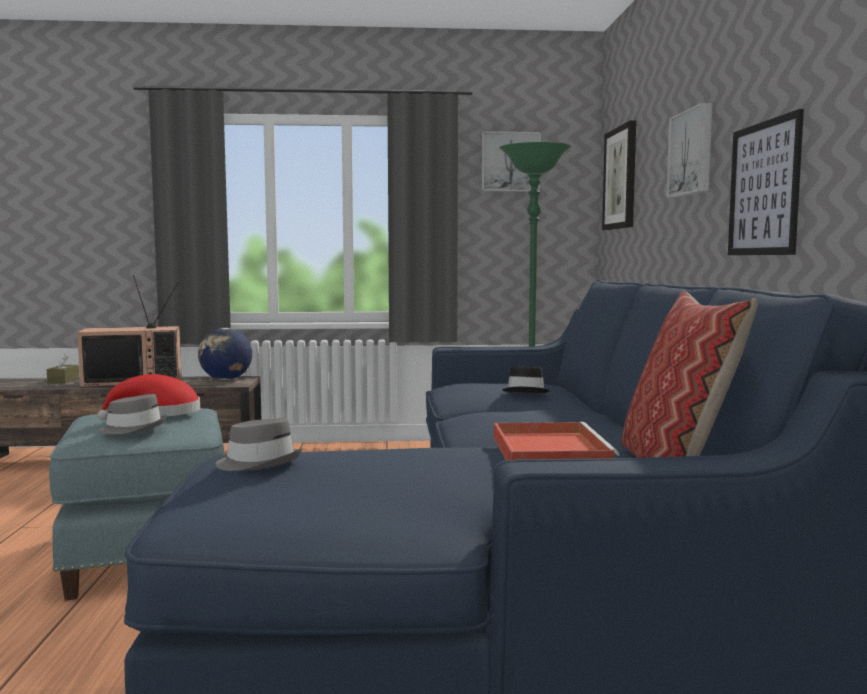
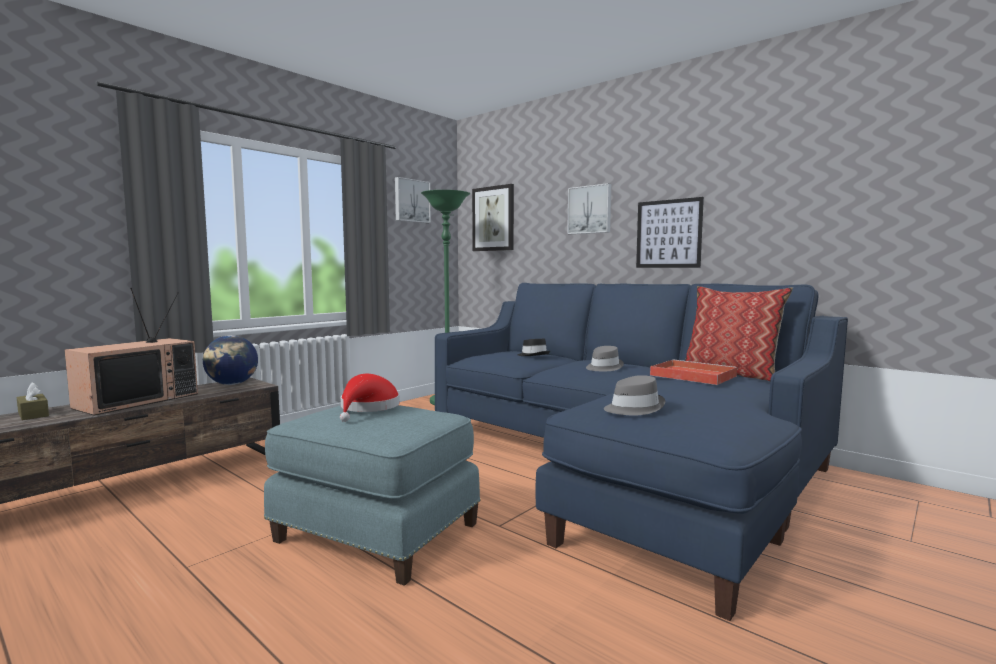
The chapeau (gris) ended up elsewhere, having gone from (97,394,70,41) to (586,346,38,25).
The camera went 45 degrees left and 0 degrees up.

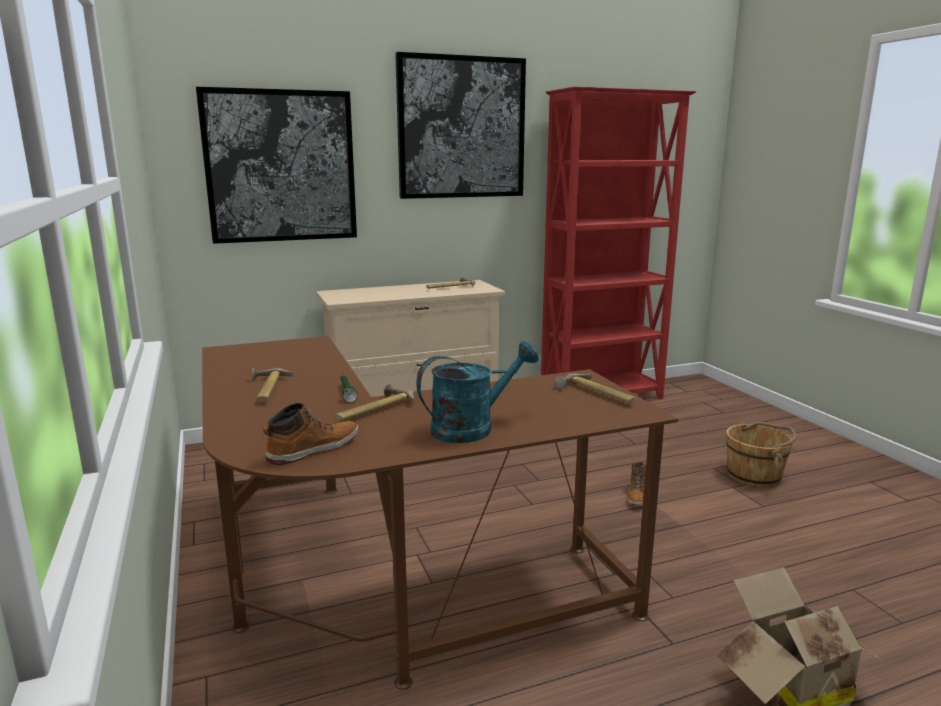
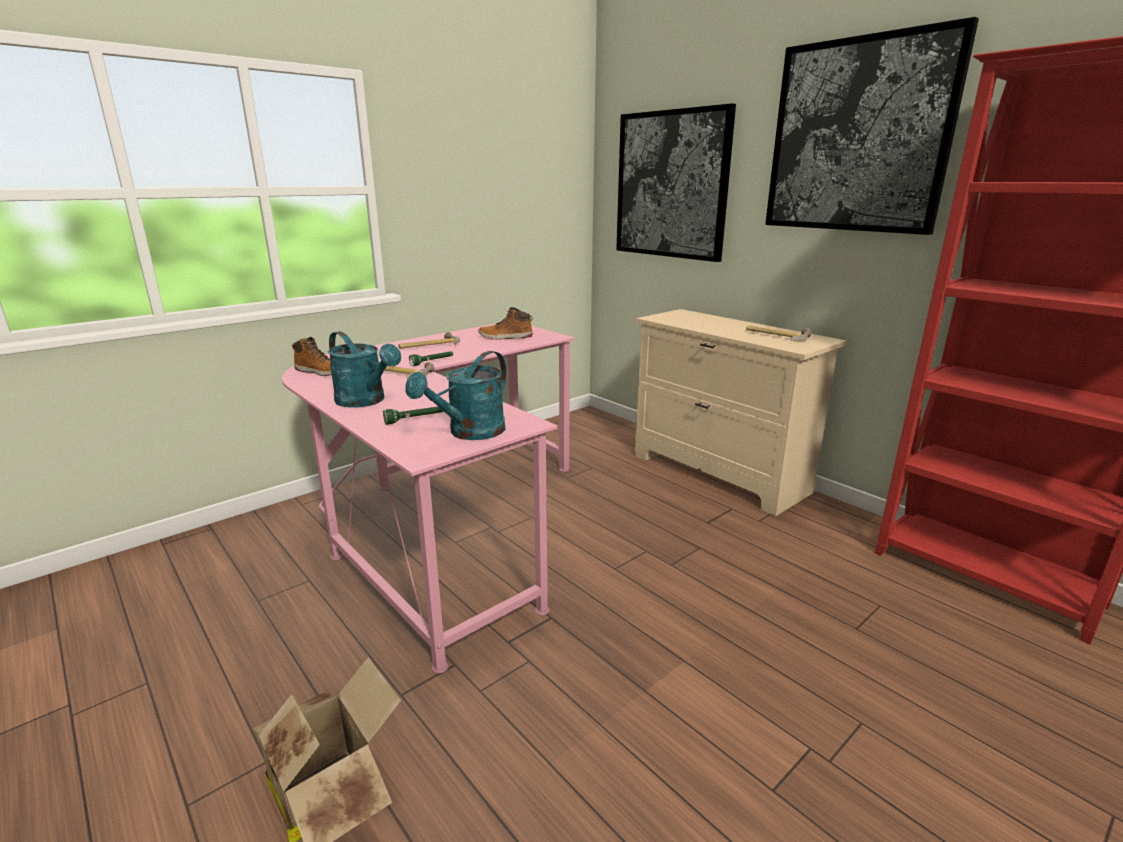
What was the bureau (marron) at (202,336,476,354) turned into the bureau (rose) at (282,324,293,349).
Where the marteau stood at (555,373,81,31), the arrosoir (turquoise) came to stand at (405,351,101,89).
The botte ended up elsewhere, having gone from (628,462,18,44) to (478,307,55,33).
The second view lost the seau (marron) at (726,422,71,66).
The second view gained the lampe de poche (vert) at (383,407,61,18).
The camera went 70 degrees right and 5 degrees up.

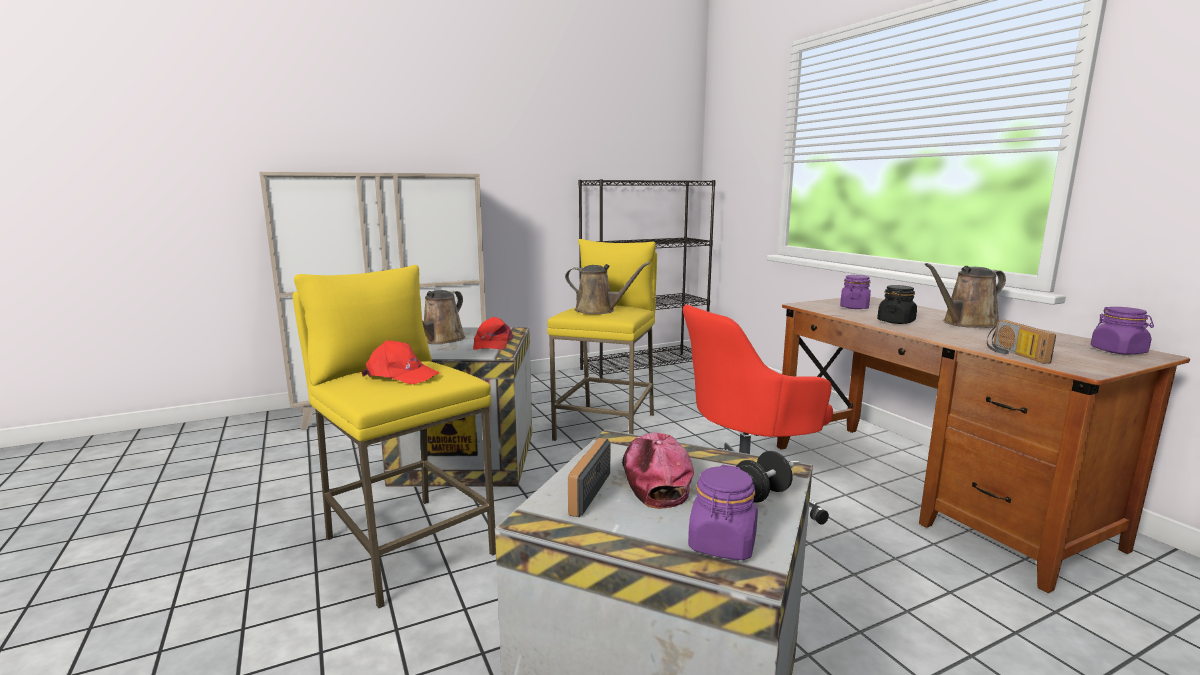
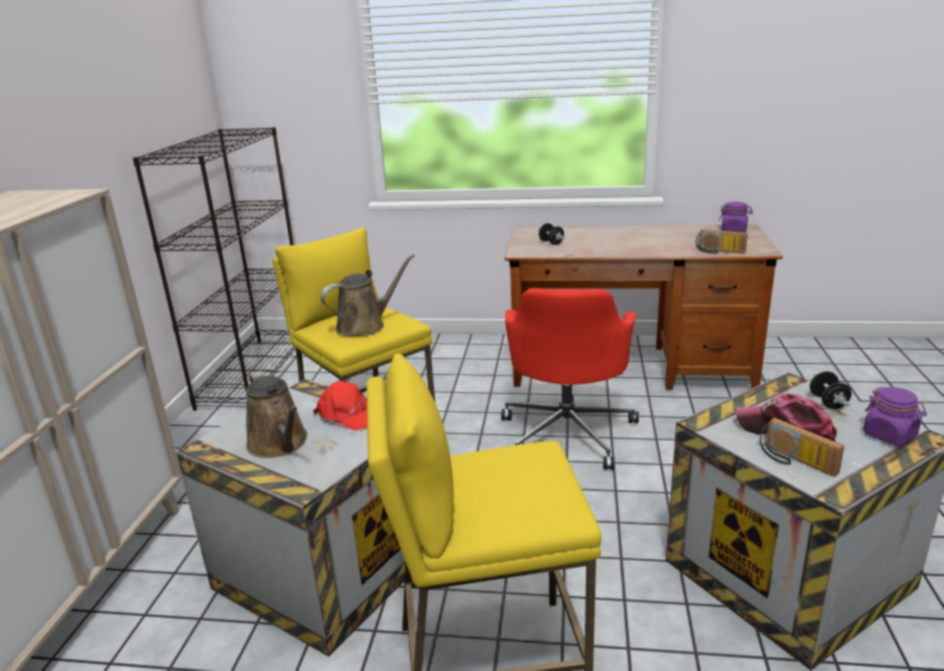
The second view lost the casquette (rouge) at (362,340,78,45).
Where the bocal (violet) stood at (840,275,31,34), the haltère (noir) came to stand at (538,223,28,22).
The second view lost the bocal (noir) at (877,285,40,39).
The second view lost the arrosoir (marron) at (925,263,81,65).
The camera went 55 degrees left and 10 degrees up.

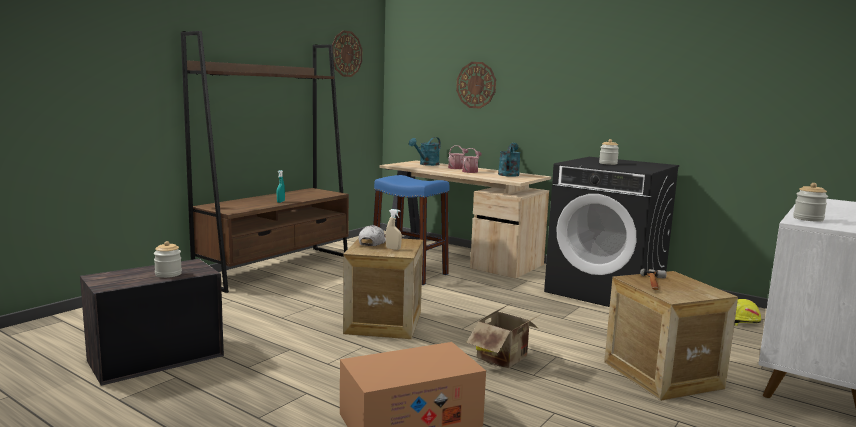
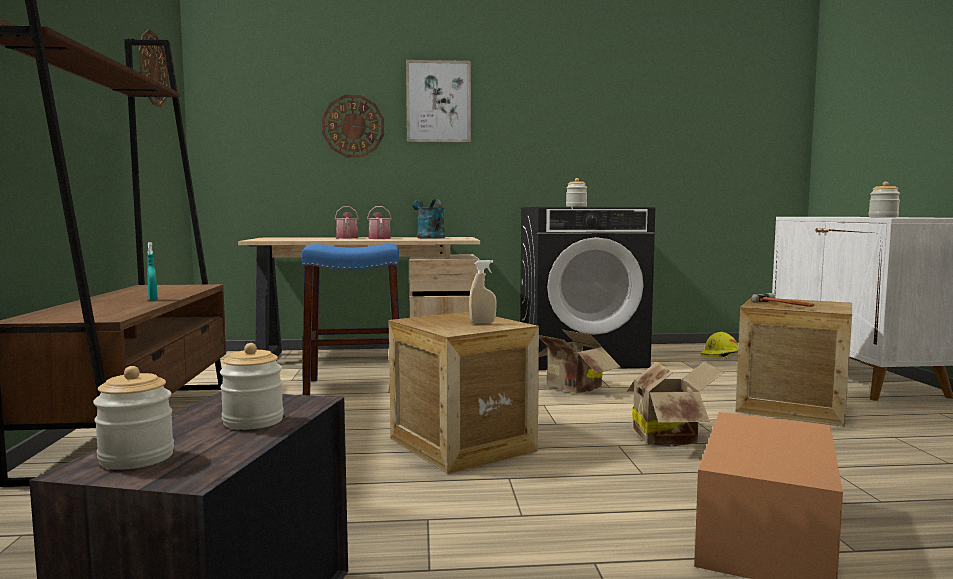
The second view lost the casquette (blanc) at (358,226,28,20).
The second view lost the arrosoir (turquoise) at (409,137,32,29).
The second view gained the bocal at (93,366,81,104).
The second view gained the tableau at (406,60,65,83).
The second view gained the carton at (539,330,82,63).
The camera went 40 degrees left and 5 degrees down.

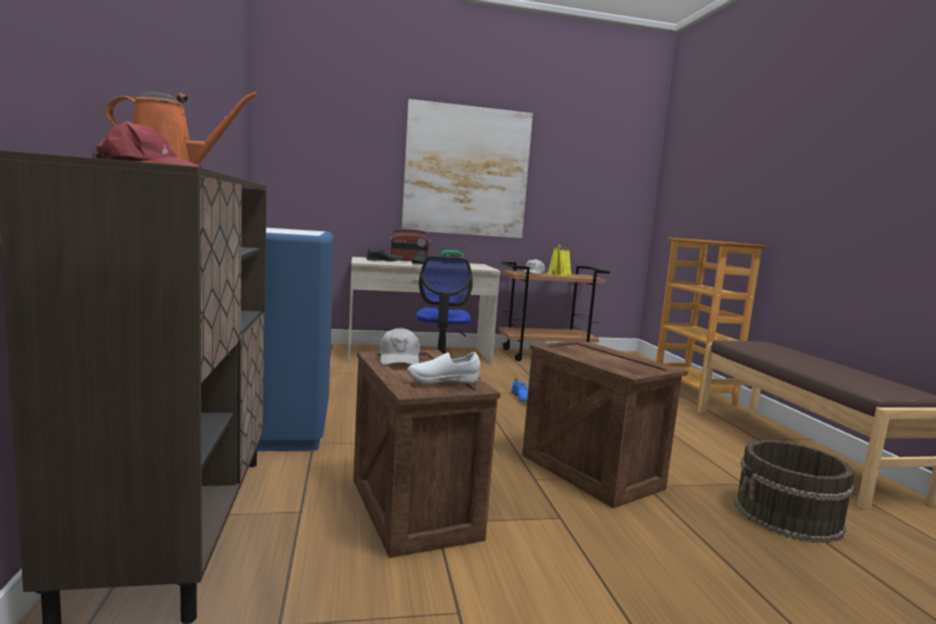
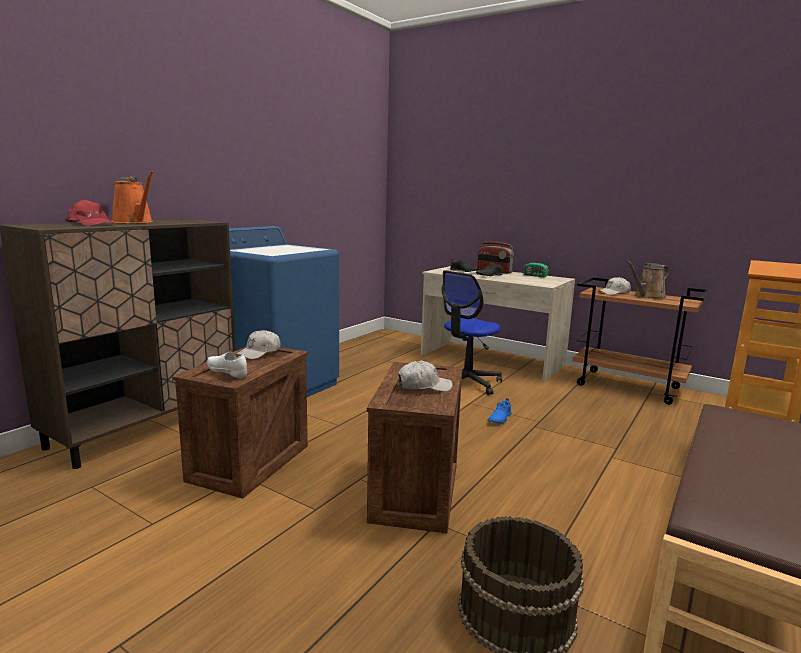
The second view lost the tableau at (402,99,131,139).
What was the arrosoir (jaune) at (547,243,24,33) turned into the arrosoir (marron) at (627,261,42,38).
The second view gained the casquette (blanc) at (398,360,55,32).
The camera went 45 degrees right and 5 degrees up.

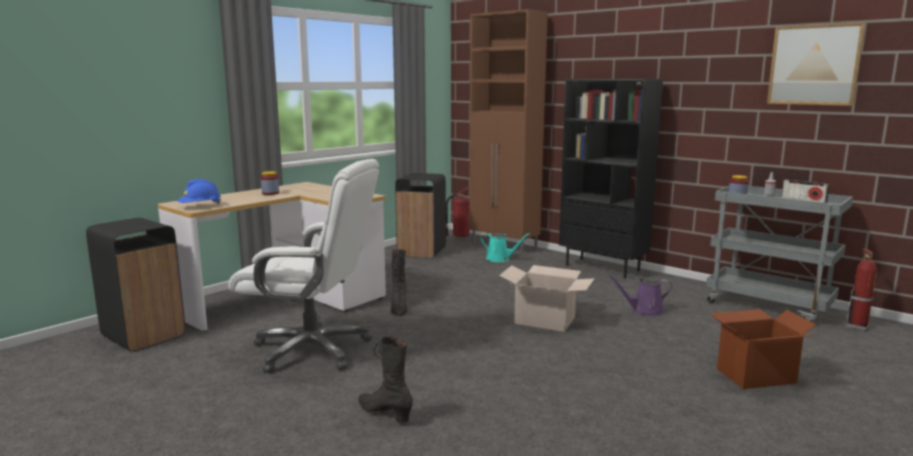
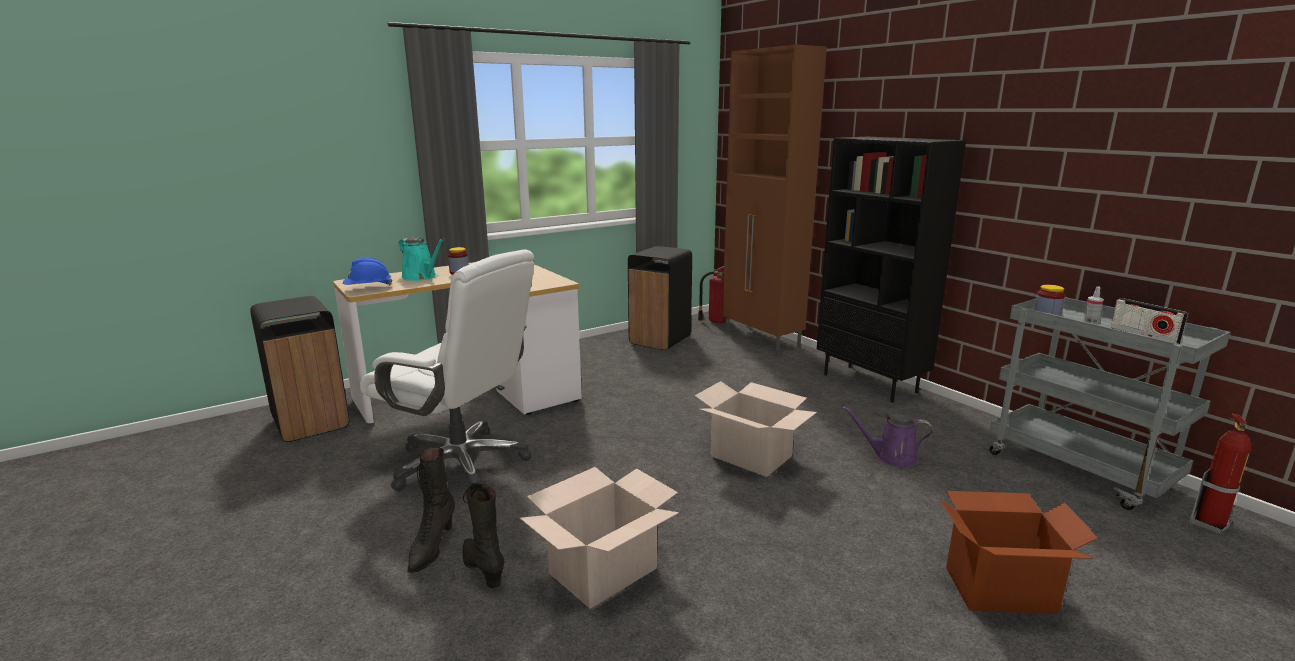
The botte (noir) ended up elsewhere, having gone from (391,249,16,67) to (407,448,48,125).
The arrosoir (turquoise) ended up elsewhere, having gone from (481,233,49,29) to (399,237,45,44).
The second view lost the tableau at (767,22,99,84).
The second view gained the carton at (520,467,159,142).
The camera went 15 degrees right and 5 degrees up.

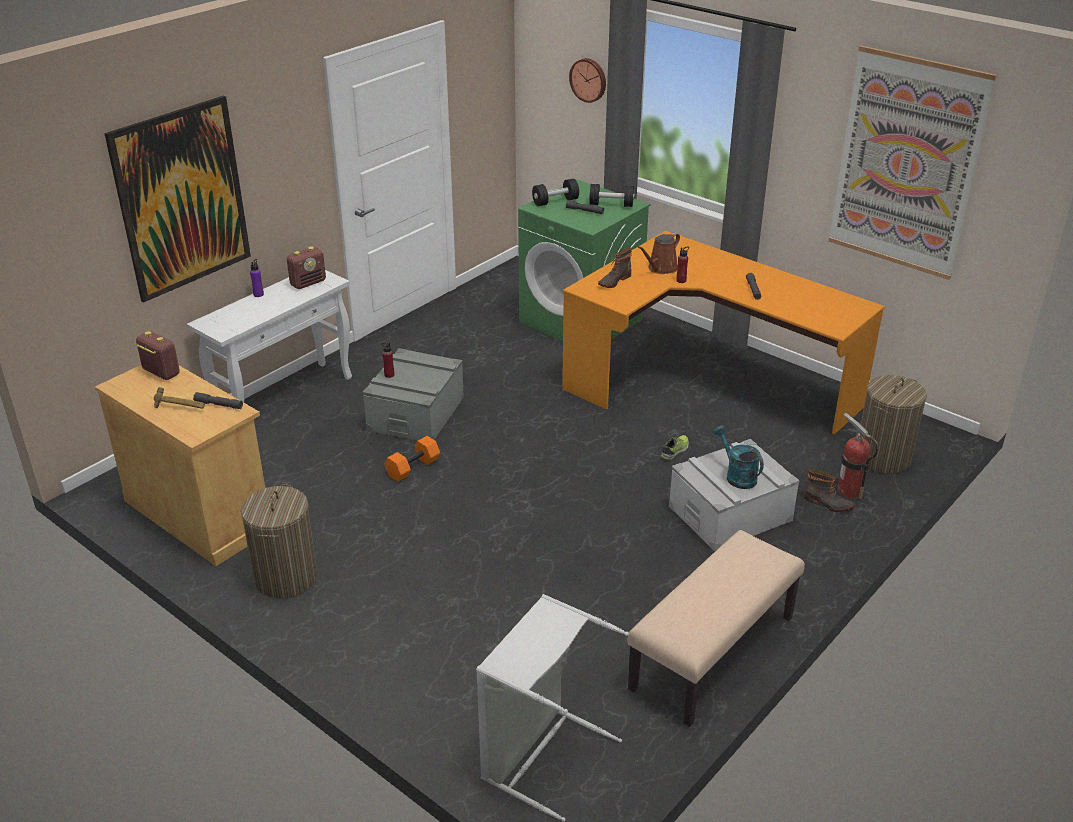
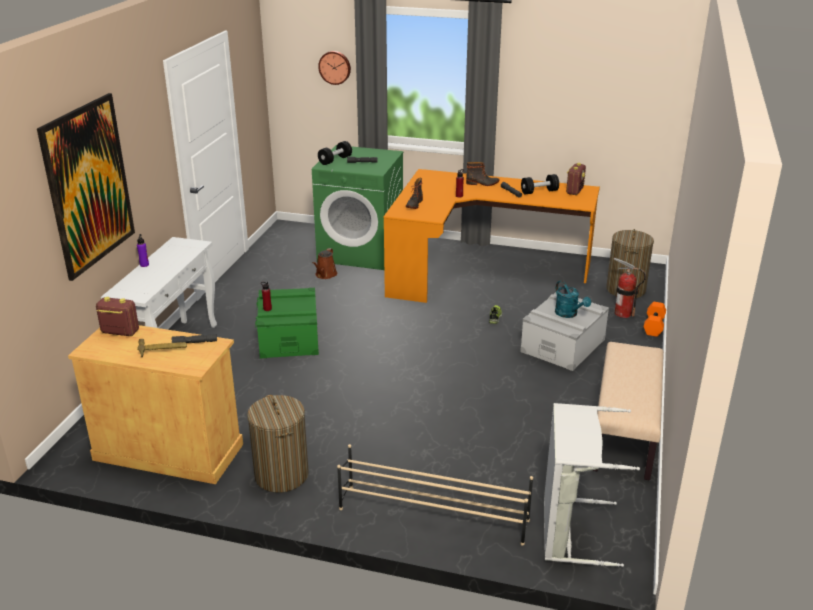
The radio ended up elsewhere, having gone from (287,247,39,42) to (566,163,20,32).
What was the boîte de rangement (gris) at (363,348,101,93) turned into the boîte de rangement (vert) at (255,288,64,70).
The haltère (orange) ended up elsewhere, having gone from (385,436,55,46) to (644,302,22,35).
The haltère (noir) ended up elsewhere, having gone from (589,184,45,23) to (521,174,38,20).
The arrosoir (marron) ended up elsewhere, having gone from (637,233,43,41) to (312,248,25,31).
The arrosoir (turquoise) at (713,425,51,64) ended up facing another way, 150 degrees counterclockwise from before.
The botte ended up elsewhere, having gone from (804,469,51,43) to (466,162,33,24).
The second view lost the tableau at (828,45,169,235).
The second view gained the étagère à chaussures (beige) at (337,444,196,102).
The camera went 25 degrees left and 5 degrees down.

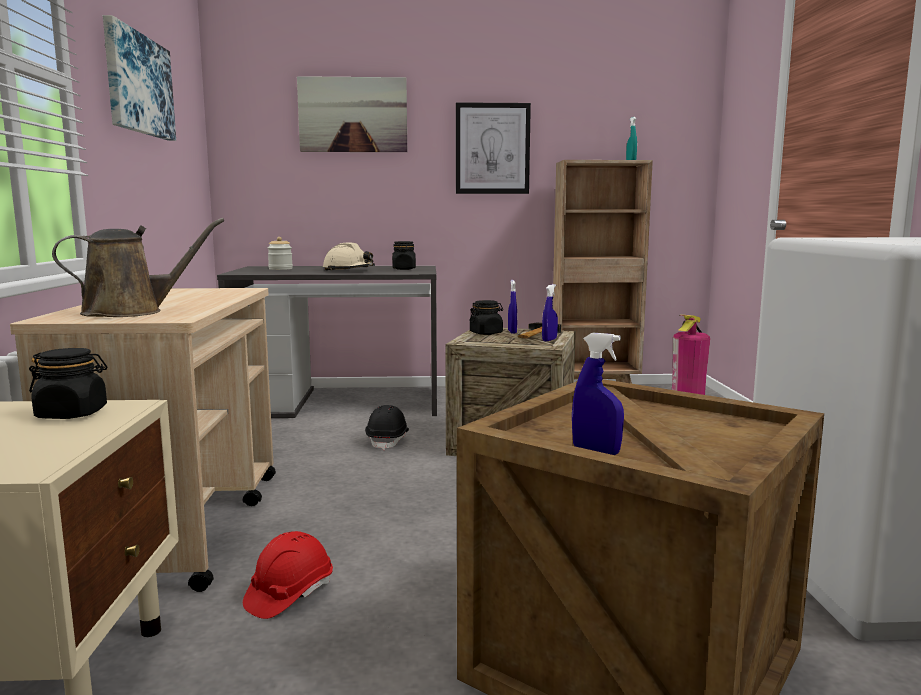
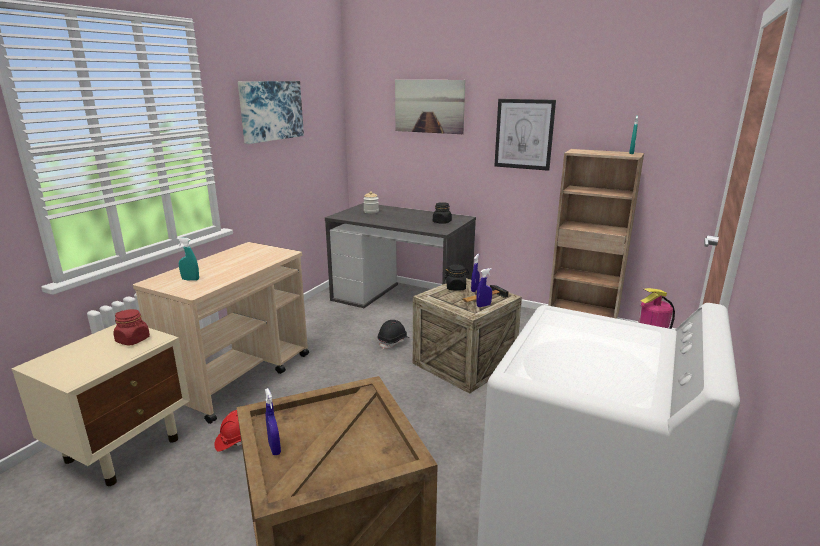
What was the bocal (noir) at (29,348,78,71) turned into the bocal (rouge) at (113,309,37,37).
Where the arrosoir (marron) stood at (52,218,172,99), the vaporisateur (turquoise) came to stand at (176,237,23,44).
The second view lost the casque de chantier (beige) at (323,242,52,28).
The camera went 30 degrees right and 10 degrees up.

